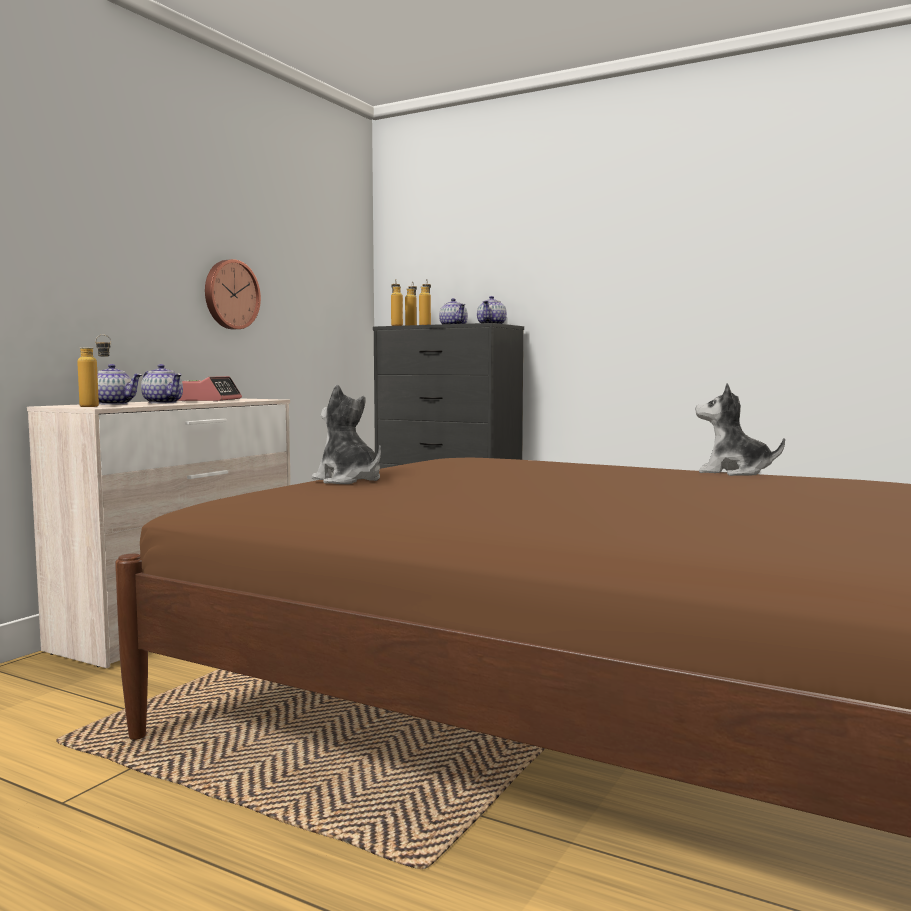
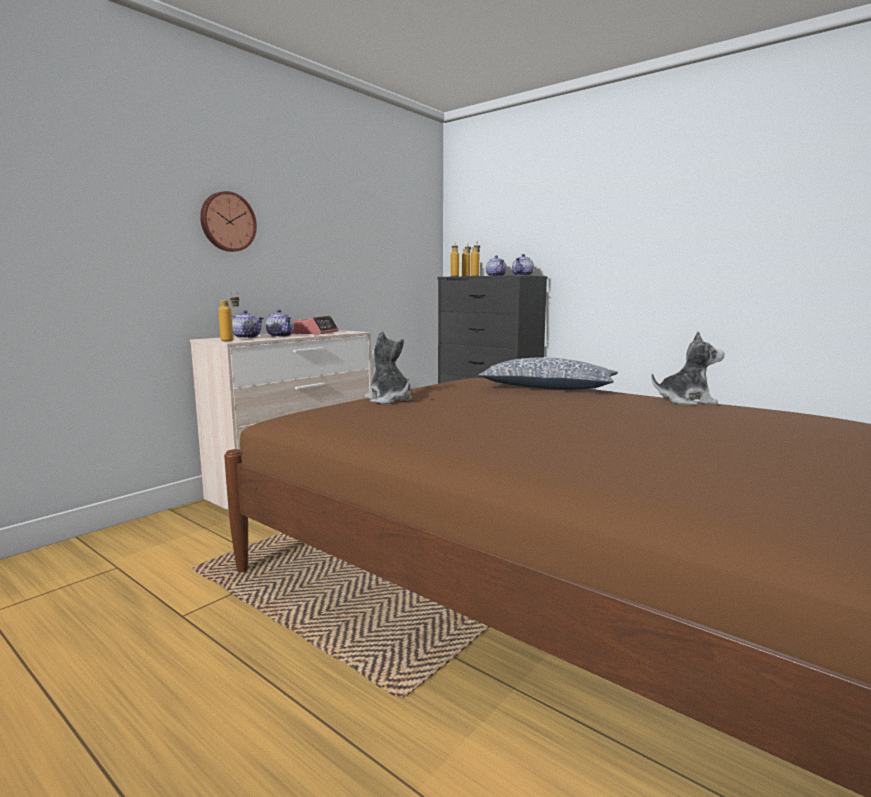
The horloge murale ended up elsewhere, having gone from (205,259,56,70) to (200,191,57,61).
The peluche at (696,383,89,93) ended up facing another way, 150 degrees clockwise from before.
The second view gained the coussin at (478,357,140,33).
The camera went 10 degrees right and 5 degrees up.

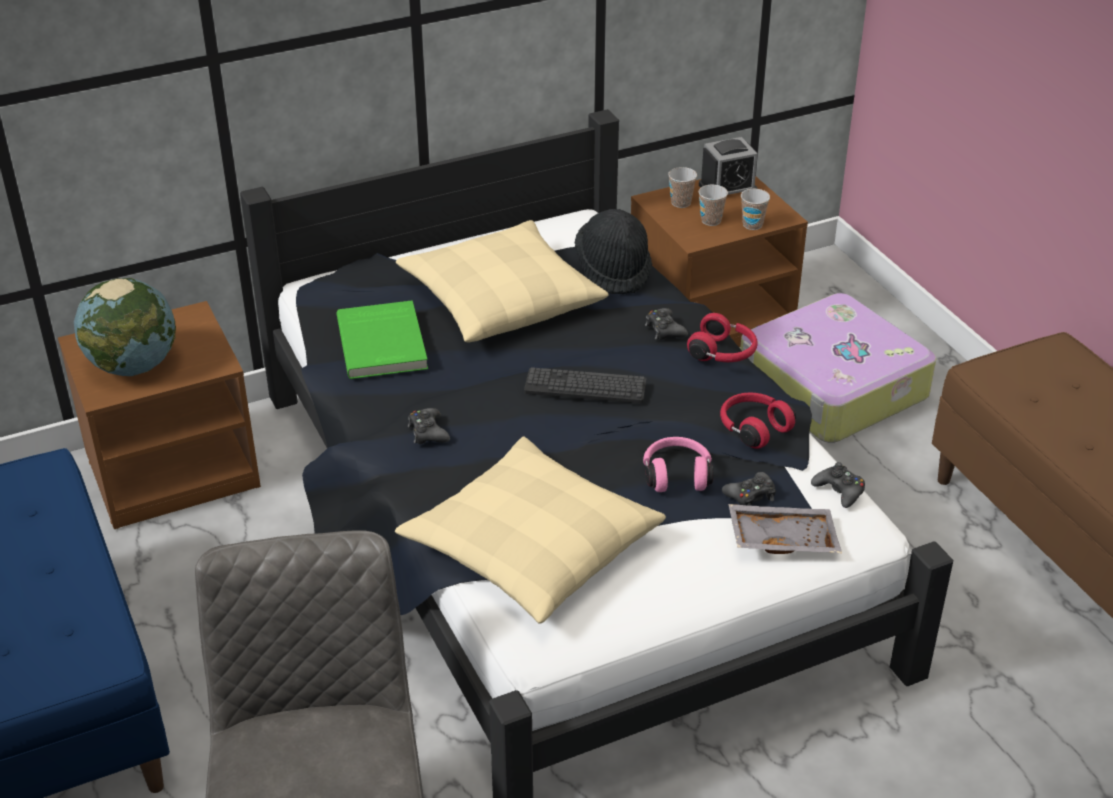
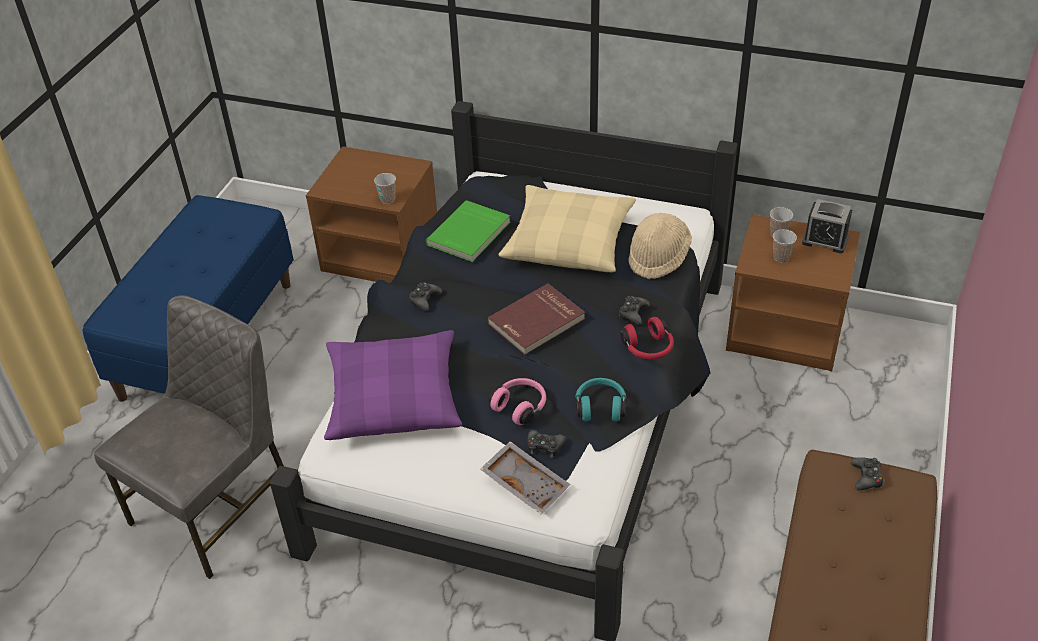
The second view lost the globe at (74,278,102,98).
What was the coussin (beige) at (395,437,271,187) turned into the coussin (violet) at (324,330,138,110).
Where the clavier stood at (524,367,122,37), the livre (rouge) came to stand at (487,283,98,72).
What was the chapeau (noir) at (575,209,77,85) turned into the chapeau (beige) at (628,213,64,66).
What was the casque audio (rouge) at (720,393,76,56) turned into the casque audio (turquoise) at (575,378,51,43).
The second view lost the valise at (740,293,196,150).
The tasse ended up elsewhere, having gone from (741,189,29,41) to (374,173,22,31).
The manette (noir) ended up elsewhere, having gone from (811,462,54,46) to (851,457,32,33).
The camera went 45 degrees right and 5 degrees up.

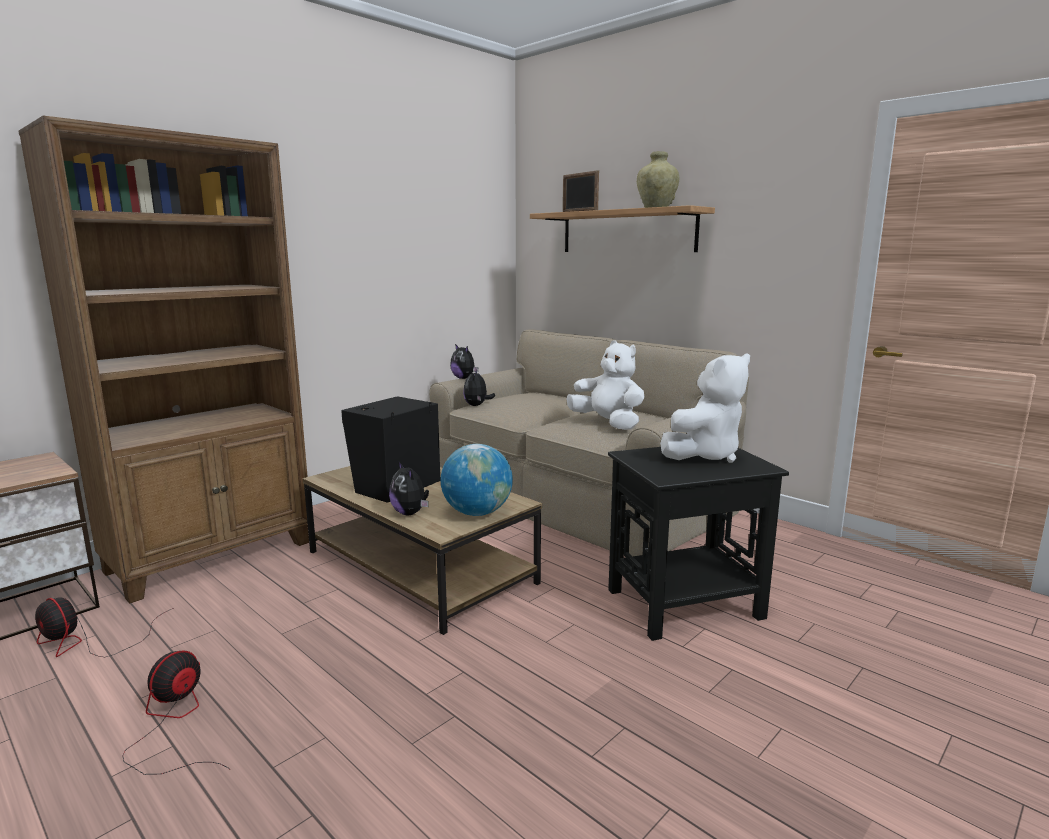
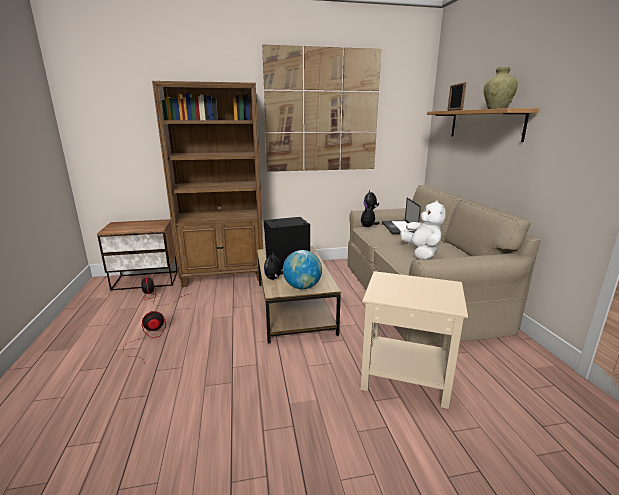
What was the table d'appoint (noir) at (608,447,181,194) turned into the table d'appoint (beige) at (361,271,107,138).
The second view lost the peluche (blanc) at (660,354,90,109).
The second view gained the tableau at (262,44,119,128).
The second view gained the ordinateur portable at (382,198,39,36).
The camera went 35 degrees right and 5 degrees up.

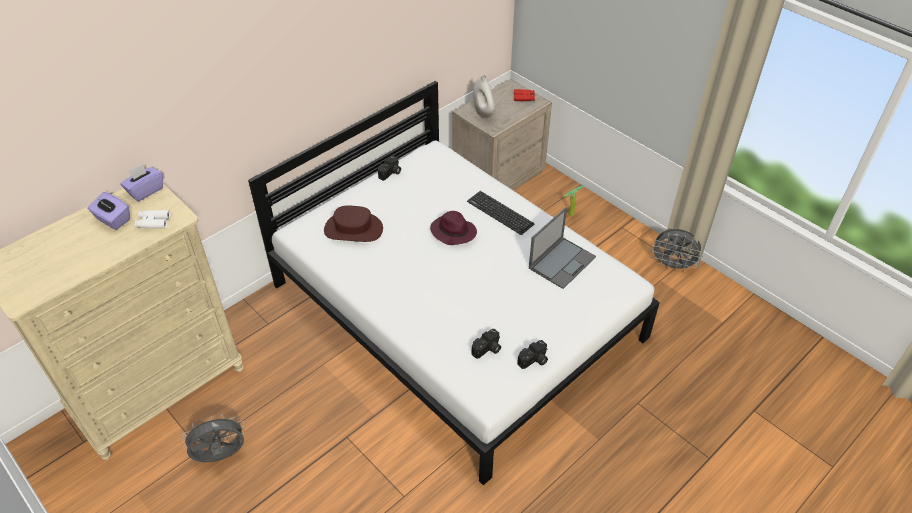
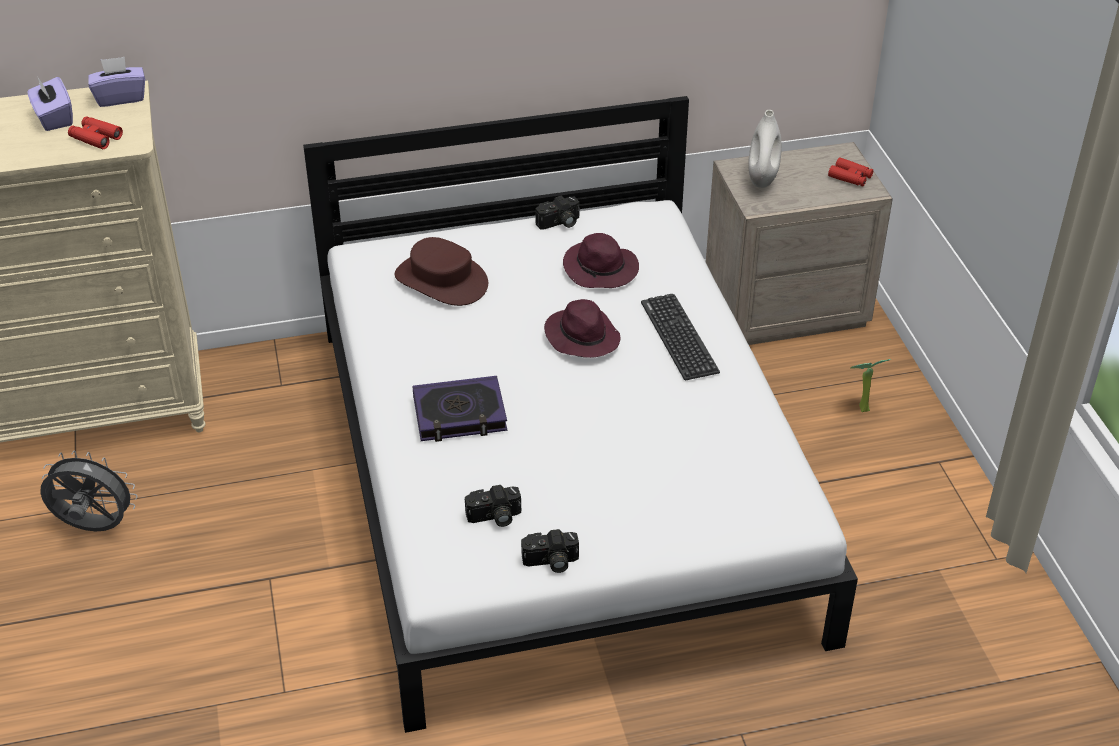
What was the jumelles (blanc) at (135,210,35,18) turned into the jumelles (rouge) at (68,116,55,33).
The second view lost the ordinateur portable at (529,207,67,82).
The second view lost the ventilateur (gris) at (650,229,53,43).
The second view gained the livre at (412,376,95,66).
The second view gained the chapeau (violet) at (563,233,76,55).
The camera went 30 degrees right and 5 degrees down.

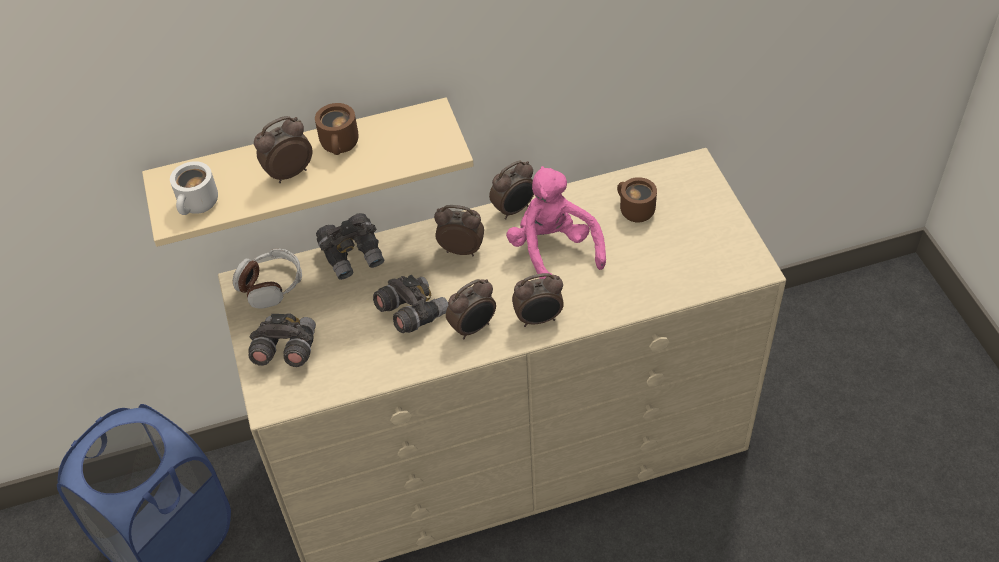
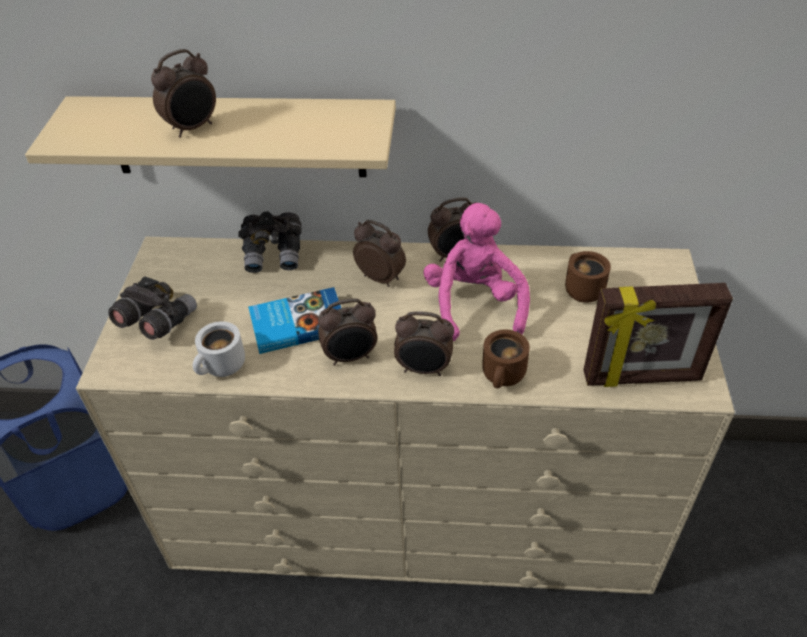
The mug (blanc) ended up elsewhere, having gone from (170,161,48,54) to (193,321,52,56).
The second view lost the casque audio at (233,248,69,61).
The réveil at (254,116,59,67) ended up facing another way, 150 degrees clockwise from before.
The mug (marron) ended up elsewhere, having gone from (315,103,43,52) to (482,329,48,59).
Where the jumelles (gris) stood at (373,275,76,58), the livre came to stand at (248,287,93,67).
The second view gained the cadre photo at (583,283,150,104).
The camera went 20 degrees right and 5 degrees down.

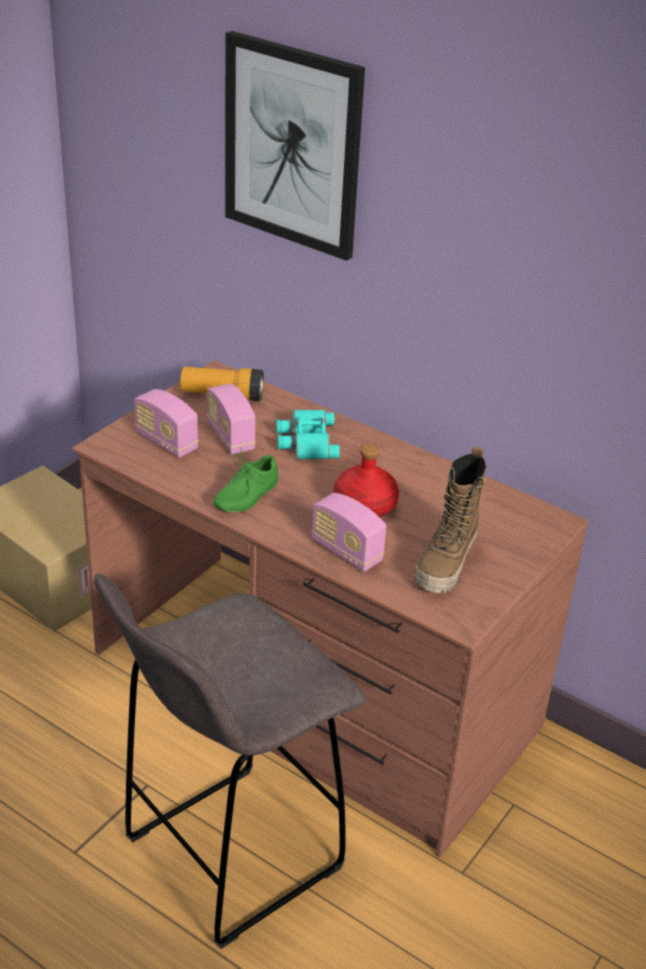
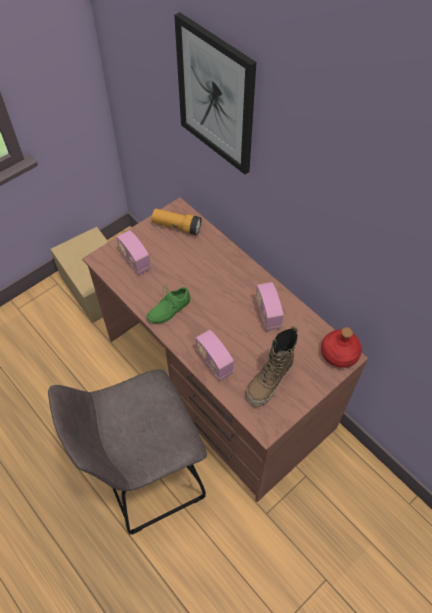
The radio ended up elsewhere, having gone from (207,384,48,70) to (256,282,28,49).
The second view lost the jumelles (turquoise) at (276,410,64,49).
The bouteille (rouge) ended up elsewhere, having gone from (334,444,65,73) to (321,327,41,41).
The camera went 15 degrees right and 20 degrees up.

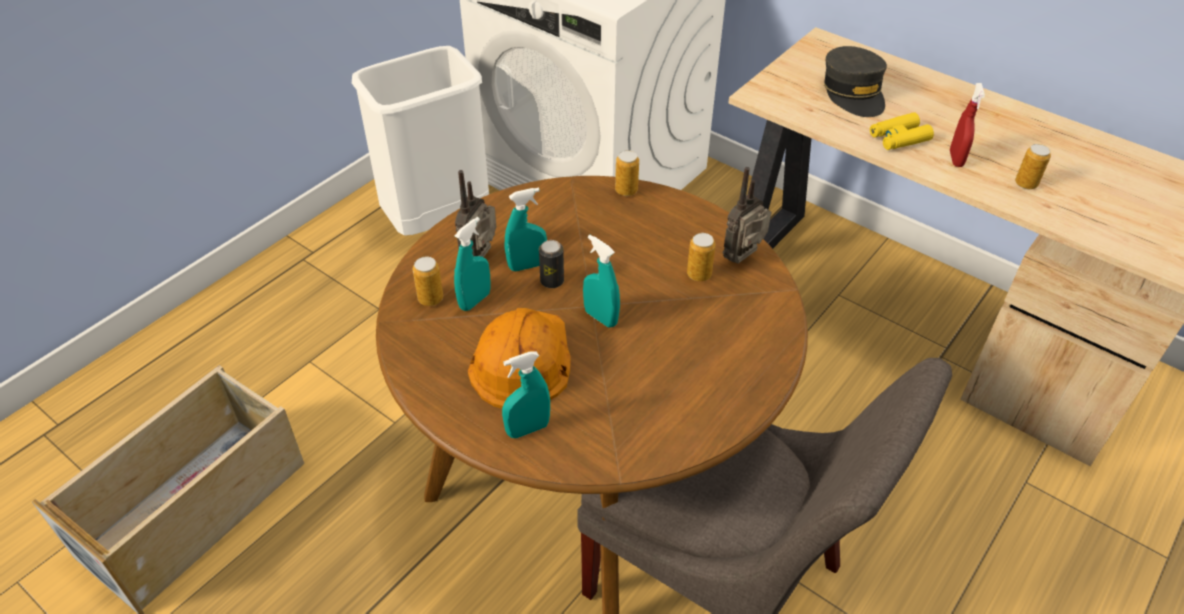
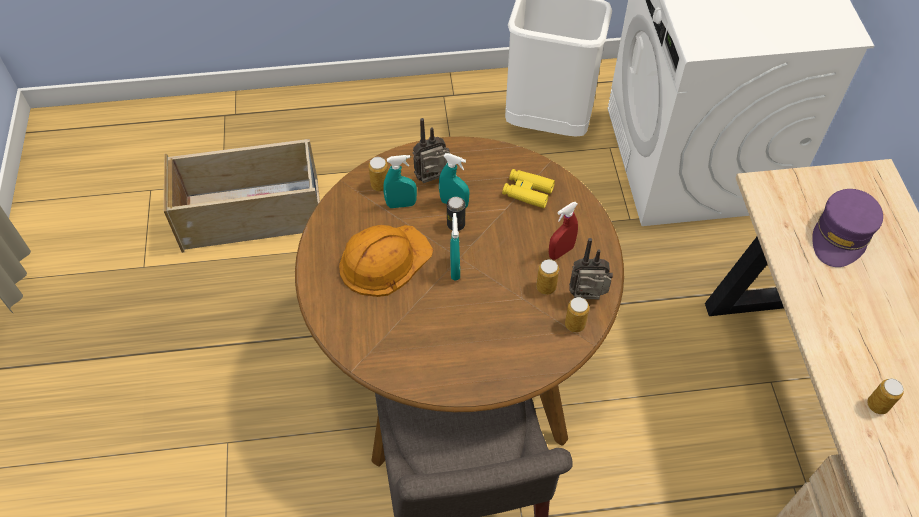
The second view lost the vaporisateur (turquoise) at (502,351,48,87).
The boîte métallique ended up elsewhere, having gone from (615,150,24,46) to (565,297,24,36).
What was the casquette (gris) at (824,46,63,71) turned into the casquette (violet) at (812,189,71,78).
The jumelles (jaune) ended up elsewhere, having gone from (870,112,64,38) to (502,169,53,39).
The vaporisateur (rouge) ended up elsewhere, having gone from (950,83,35,84) to (549,202,29,58).
The camera went 45 degrees right and 10 degrees up.

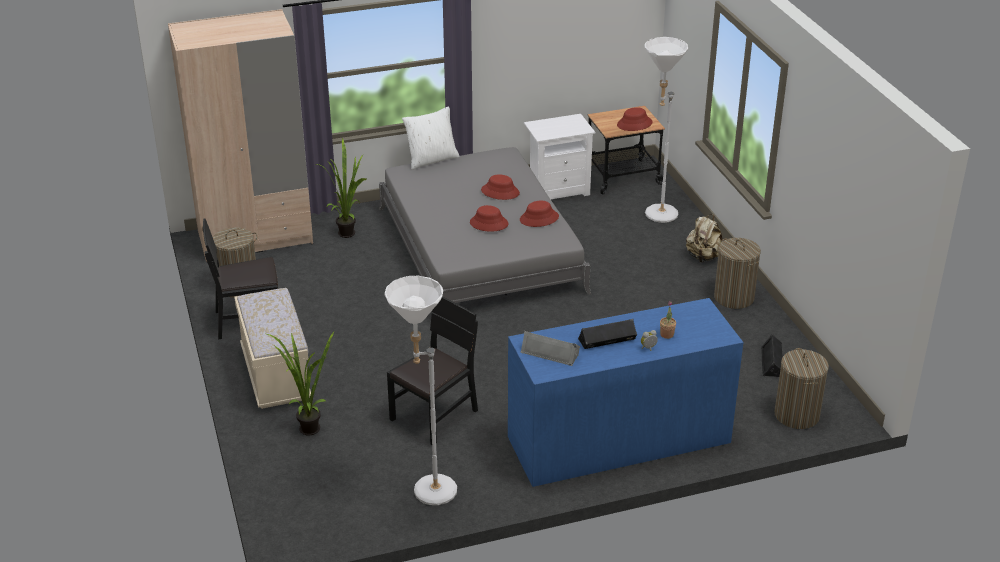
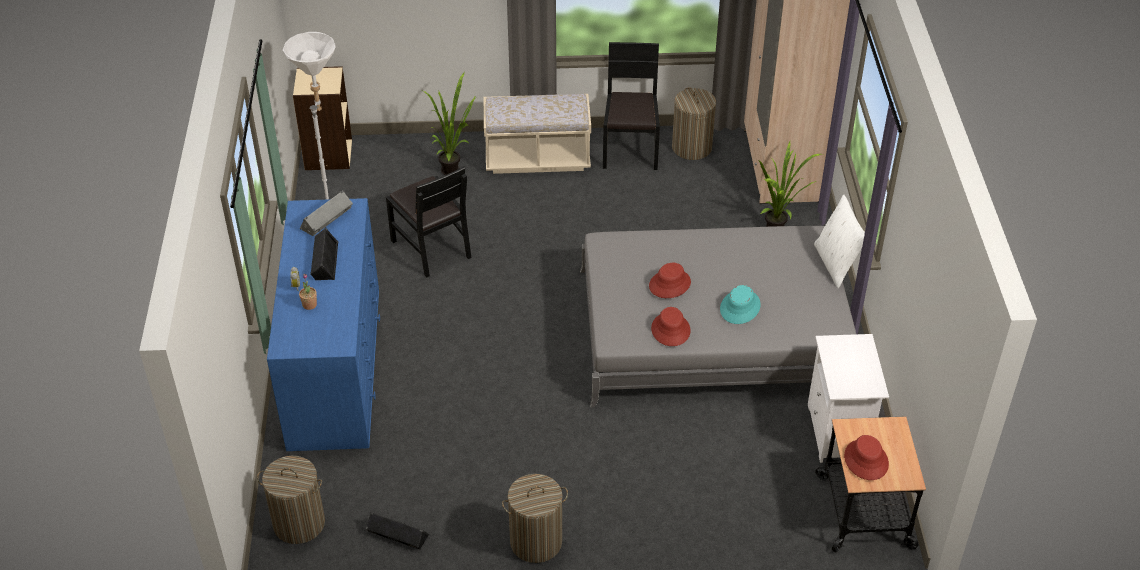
What was the chapeau (rouge) at (481,174,39,26) turned into the chapeau (turquoise) at (720,285,41,39).
The second view lost the lampadaire (blanc) at (644,37,44,186).
The second view lost the sac à dos (beige) at (686,214,37,48).
The second view gained the bibliothèque (beige) at (293,66,59,104).
The camera went 105 degrees right and 10 degrees up.

